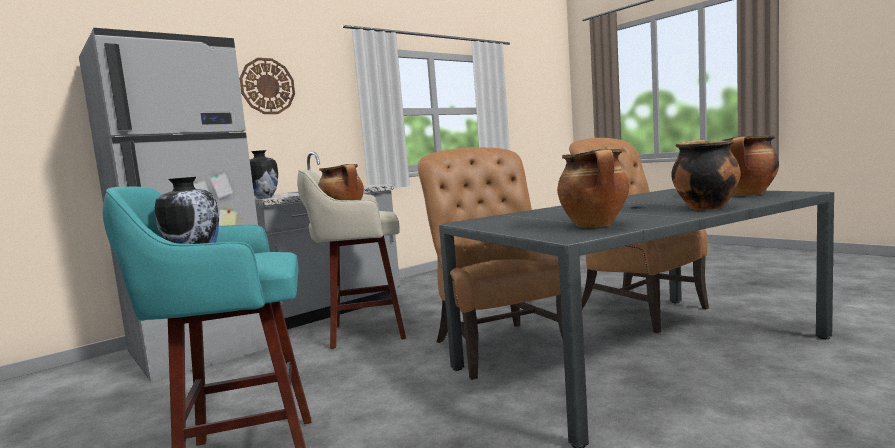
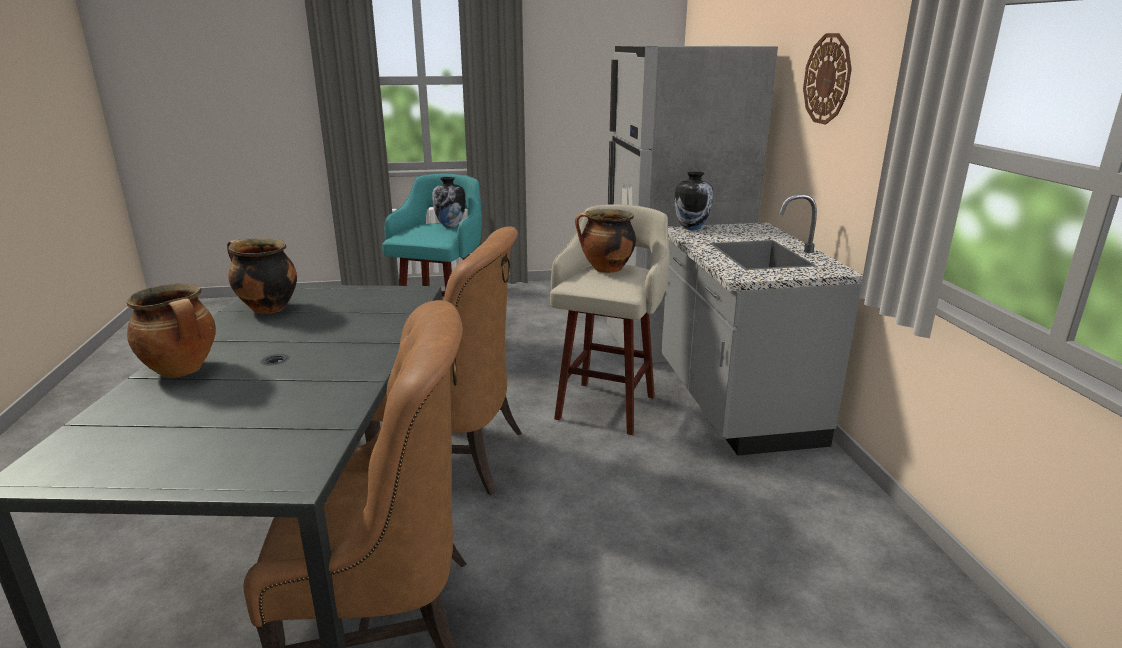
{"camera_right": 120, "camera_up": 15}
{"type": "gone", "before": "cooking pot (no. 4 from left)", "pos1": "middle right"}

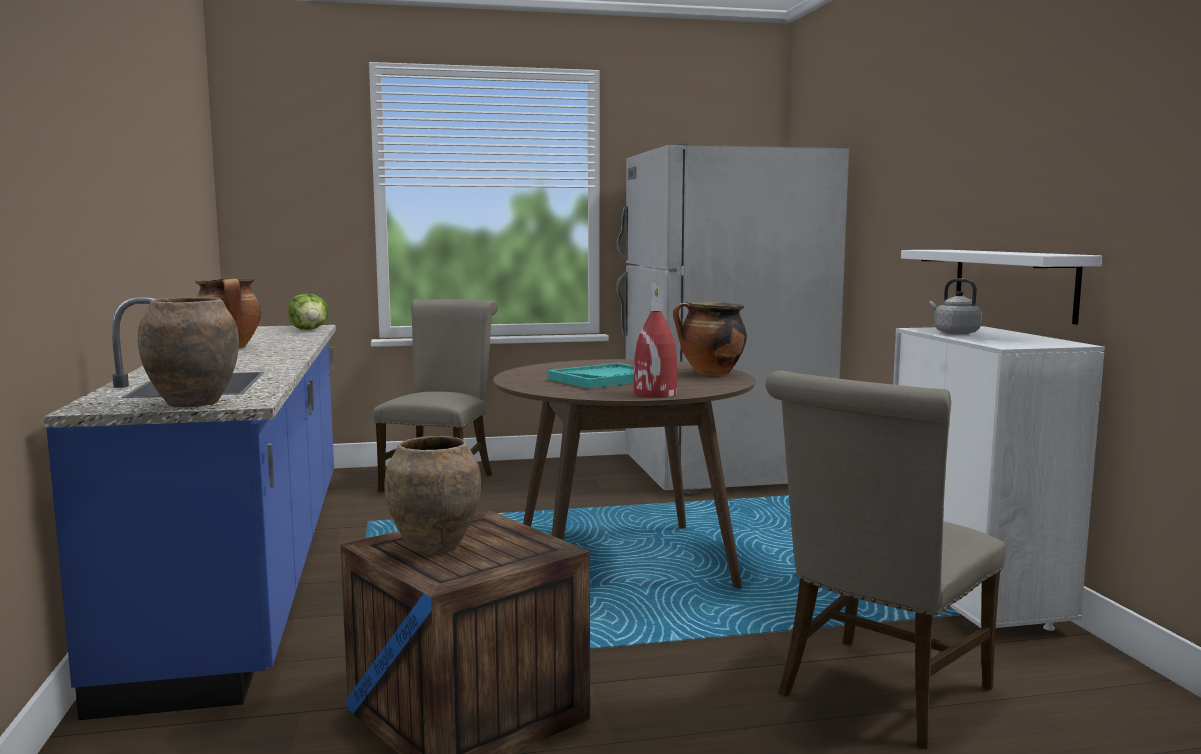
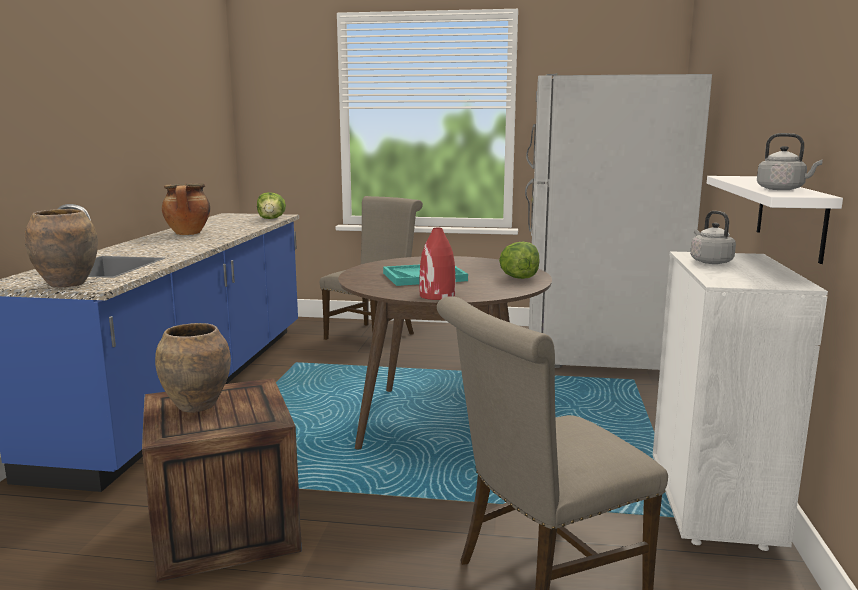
{"camera_right": 20, "camera_up": 5}
{"type": "swapped", "before": "cooking pot (no. 2 from left)", "after": "lettuce (no. 2 from left)", "pos1": "centre", "pos2": "centre"}
{"type": "new", "after": "kettle/grey (no. 2 from left)", "pos2": "top right"}

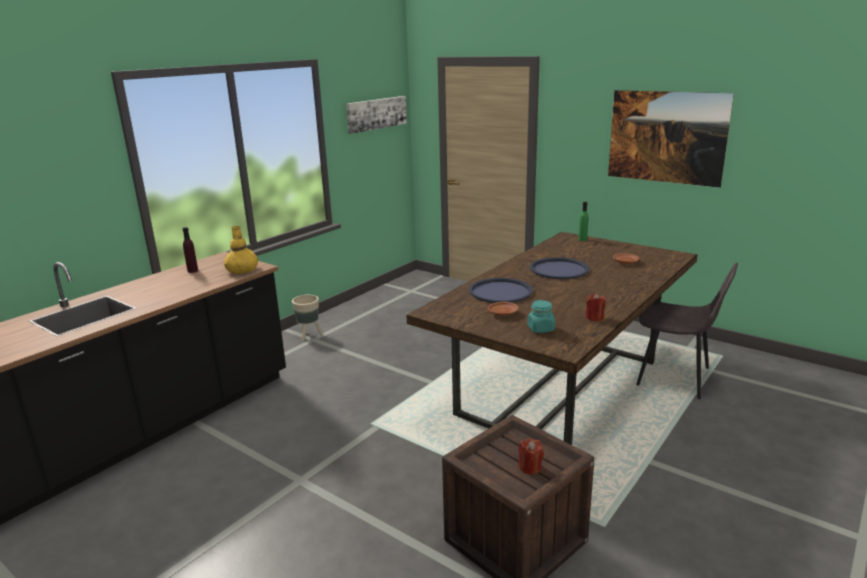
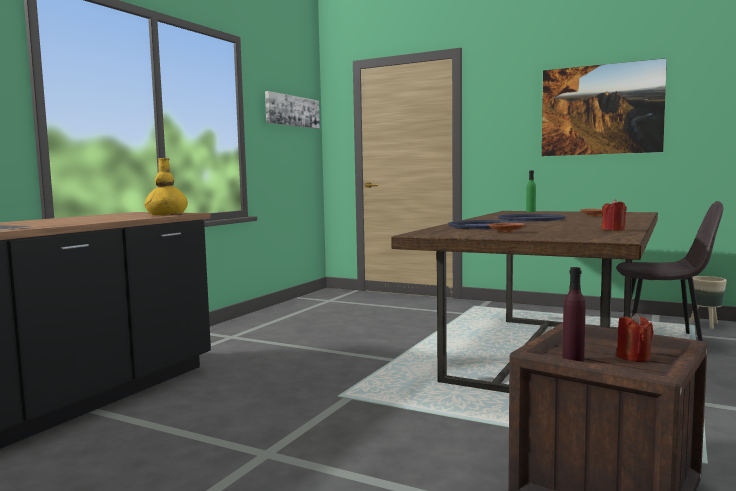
{"camera_right": -10, "camera_up": -15}
{"type": "shifted", "before": "bottle/purple", "pos1": "middle left", "pos2": "middle right"}
{"type": "shifted", "before": "planter/beige", "pos1": "centre", "pos2": "middle right"}
{"type": "gone", "before": "jar/turquoise", "pos1": "centre"}

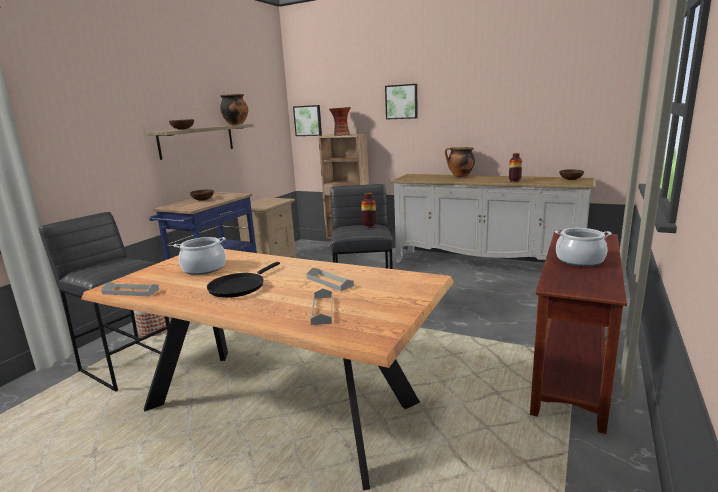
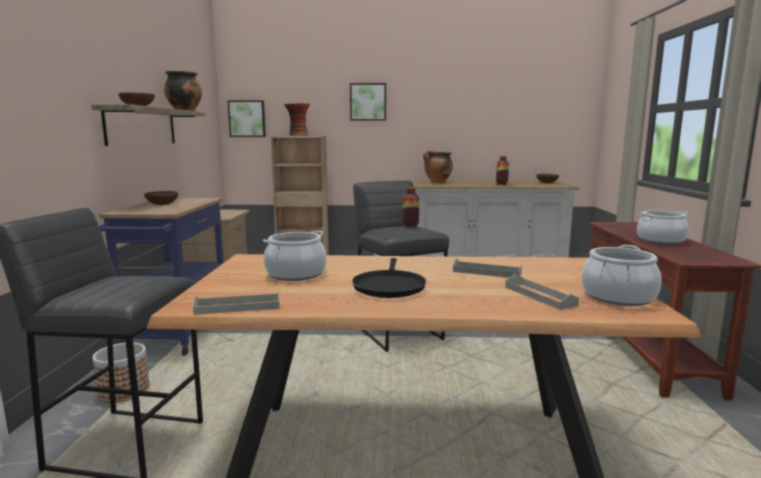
{"camera_right": -25, "camera_up": -5}
{"type": "new", "after": "cooking pot (no. 4 from left)", "pos2": "middle right"}

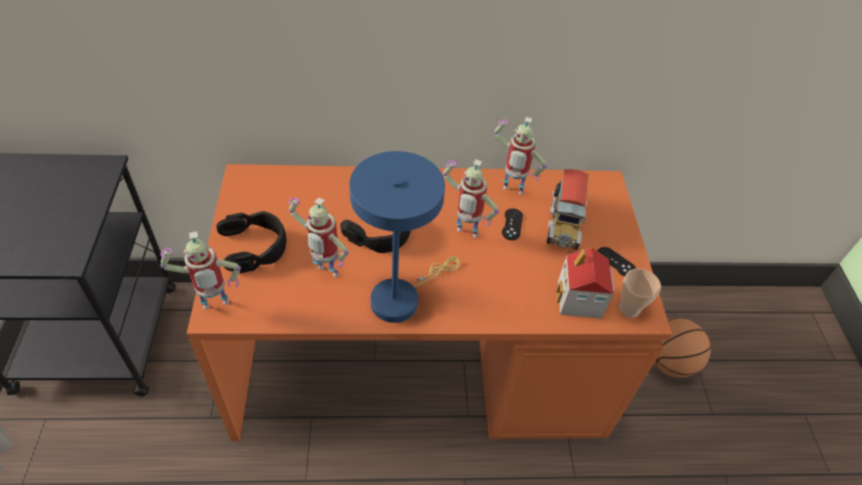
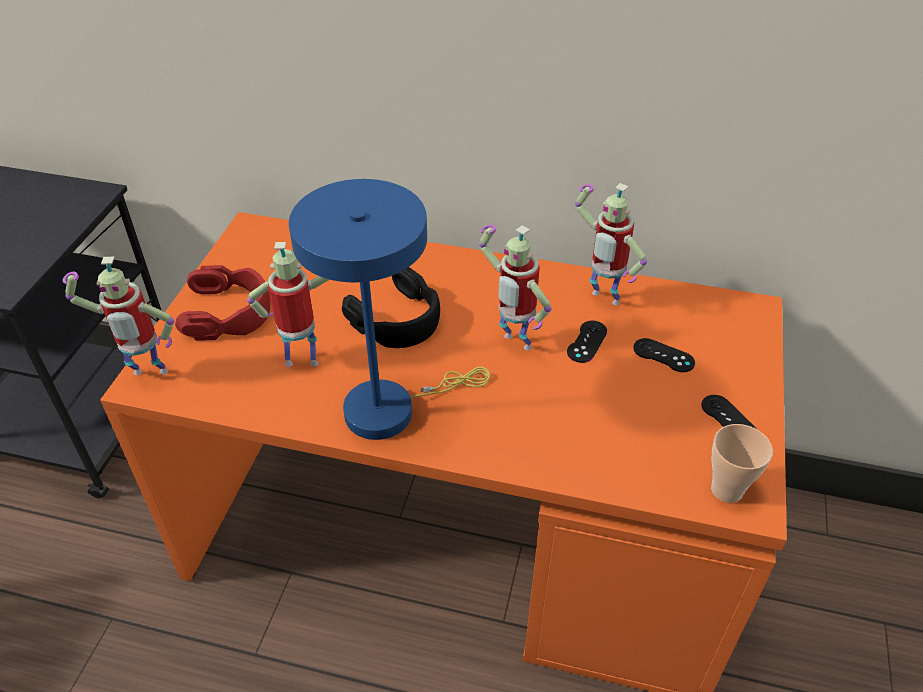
{"camera_right": 20, "camera_up": -5}
{"type": "swapped", "before": "toy truck", "after": "game controller/black (no. 2 from left)", "pos1": "centre", "pos2": "middle right"}
{"type": "rotated", "before": "toy robot (no. 2 from left)", "pos1": "centre", "pos2": "middle left", "turn": 135}
{"type": "repainted", "before": "headphones/black (no. 1 from left)", "after": "headphones/red", "pos1": "middle left", "pos2": "middle left"}
{"type": "gone", "before": "toy house", "pos1": "middle right"}
{"type": "gone", "before": "basketball", "pos1": "bottom right"}

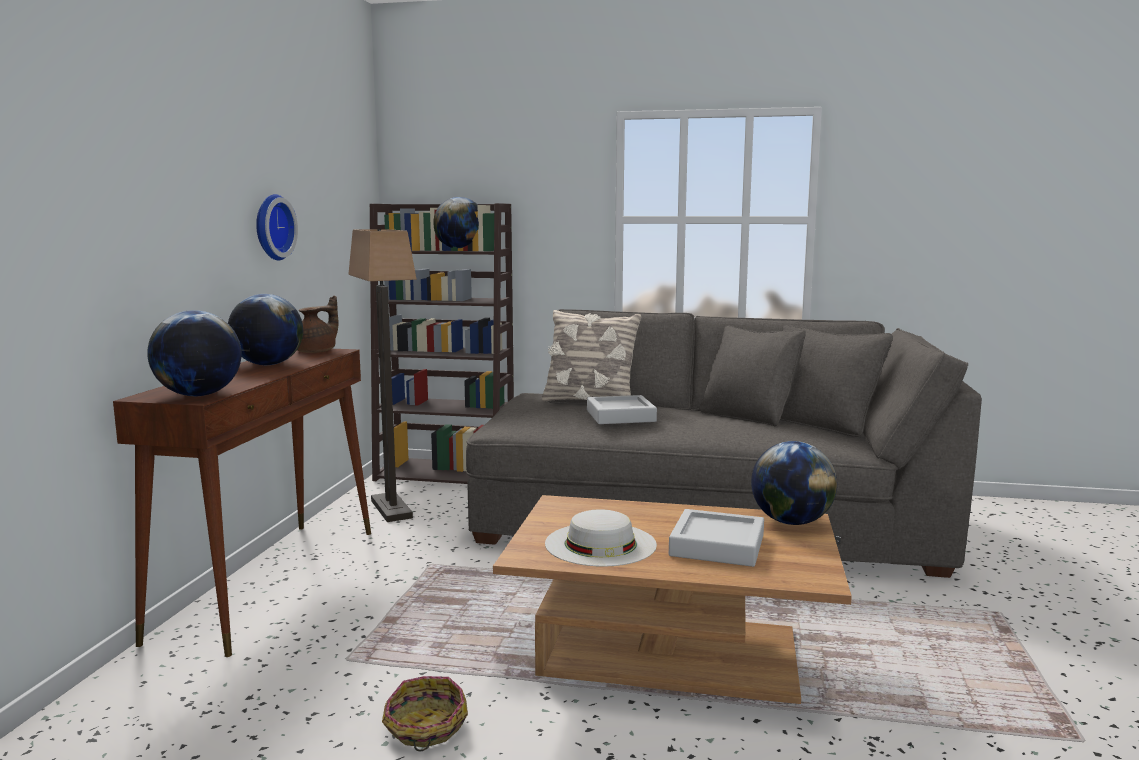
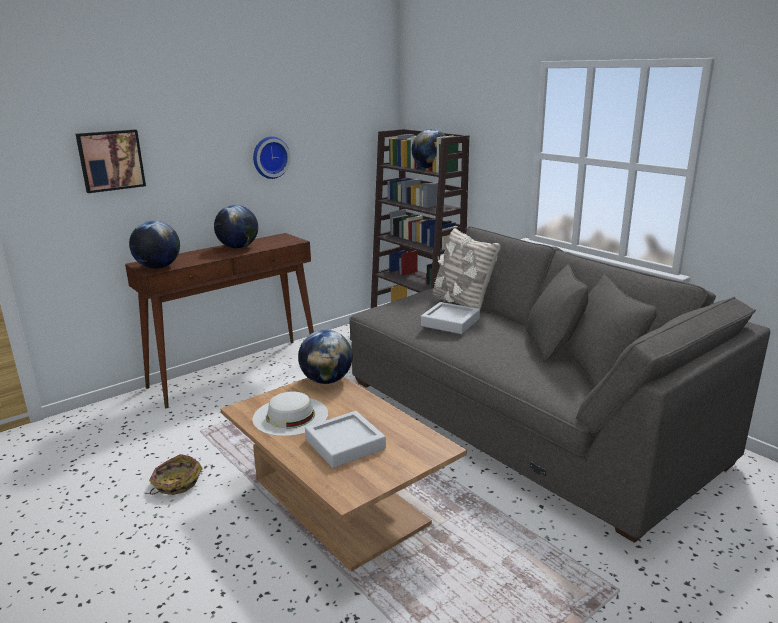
{"camera_right": 40, "camera_up": 10}
{"type": "gone", "before": "floor lamp", "pos1": "centre"}
{"type": "gone", "before": "teapot/brown", "pos1": "middle left"}
{"type": "shifted", "before": "globe (no. 4 from left in the first image)", "after": "globe (no. 3 from left)", "pos1": "middle right", "pos2": "centre"}
{"type": "new", "after": "picture", "pos2": "top left"}

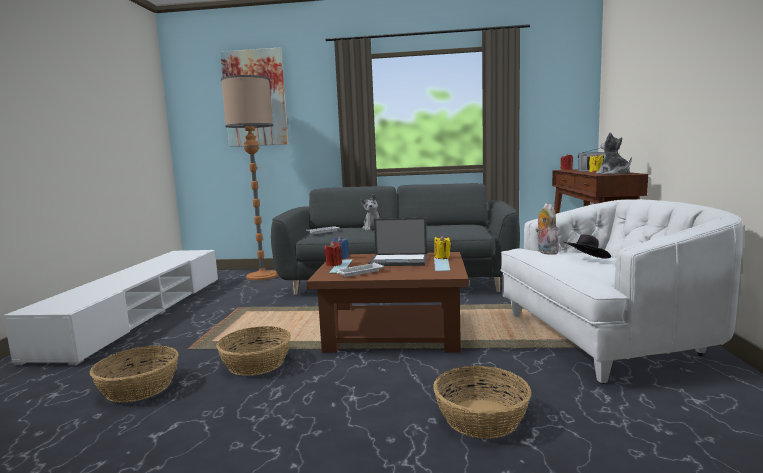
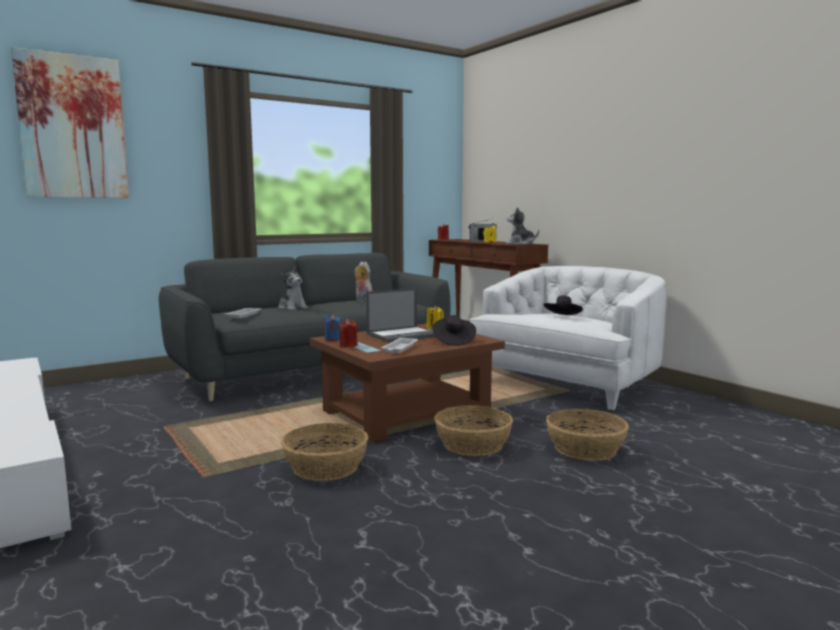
{"camera_right": -40, "camera_up": 0}
{"type": "gone", "before": "floor lamp", "pos1": "middle left"}
{"type": "shifted", "before": "plush toy (no. 2 from left)", "pos1": "middle right", "pos2": "centre"}
{"type": "shifted", "before": "basket (no. 1 from left in the first image)", "after": "basket (no. 2 from left)", "pos1": "bottom left", "pos2": "bottom centre"}
{"type": "new", "after": "hat/black (no. 1 from left)", "pos2": "centre"}

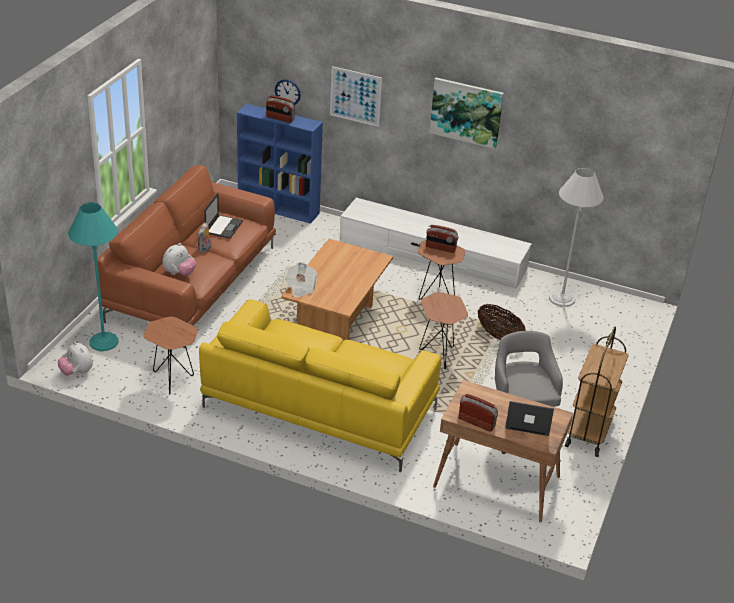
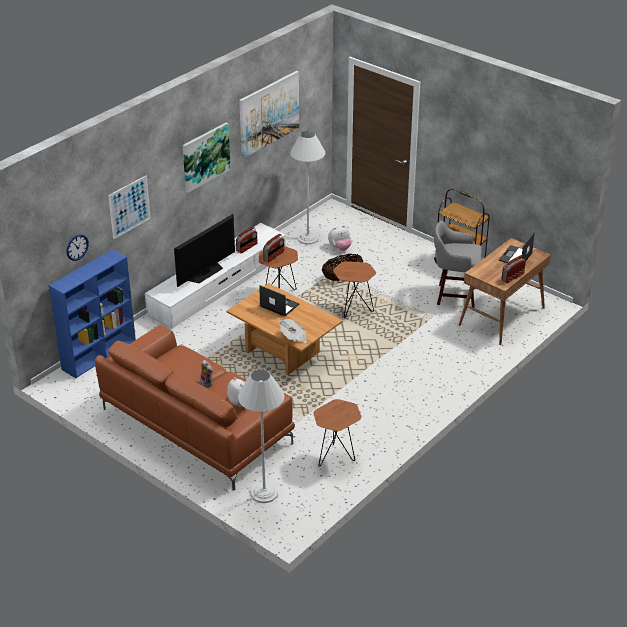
{"camera_right": -70, "camera_up": 0}
{"type": "shifted", "before": "radio (no. 1 from left)", "pos1": "top centre", "pos2": "centre"}
{"type": "shifted", "before": "laptop (no. 1 from left)", "pos1": "middle left", "pos2": "centre"}
{"type": "repainted", "before": "floor lamp/turquoise", "after": "floor lamp/white (no. 1 from left)", "pos1": "middle left", "pos2": "bottom centre"}
{"type": "gone", "before": "sofa/yellow", "pos1": "centre"}
{"type": "shifted", "before": "plush toy (no. 1 from left in the first image)", "after": "plush toy (no. 3 from left)", "pos1": "middle left", "pos2": "centre"}
{"type": "new", "after": "picture (no. 3 from left)", "pos2": "top centre"}
{"type": "new", "after": "television", "pos2": "middle left"}

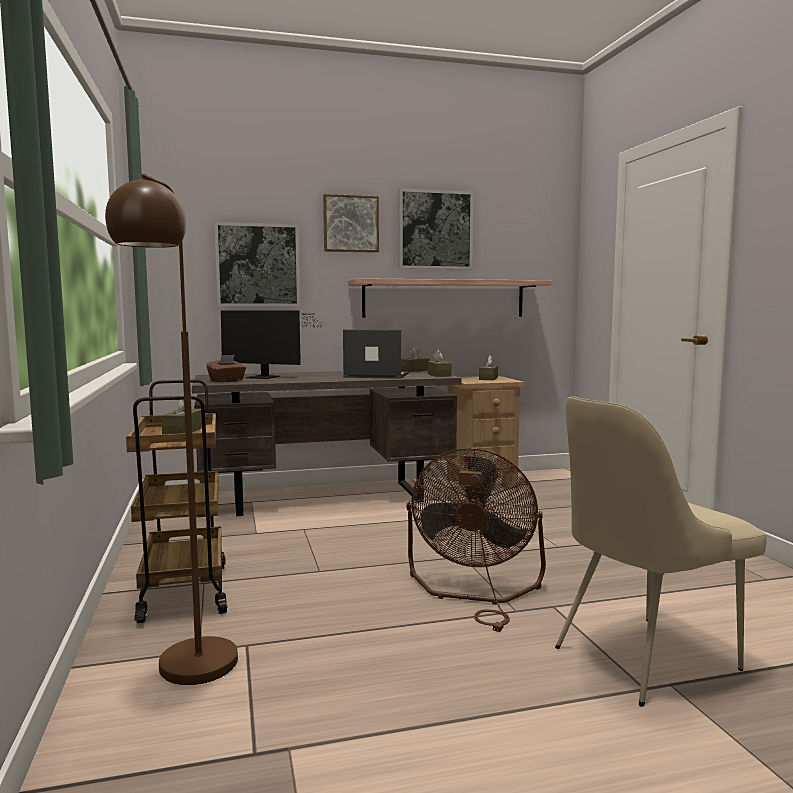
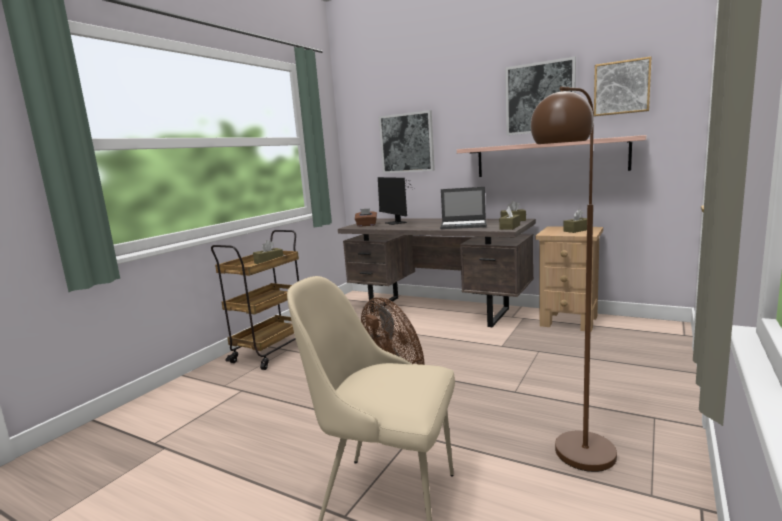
{"camera_right": 45, "camera_up": 5}
{"type": "shifted", "before": "floor lamp/brown", "pos1": "middle left", "pos2": "middle right"}
{"type": "shifted", "before": "picture (no. 2 from left in the first image)", "after": "picture (no. 3 from left)", "pos1": "top centre", "pos2": "top right"}
{"type": "rotated", "before": "laptop", "pos1": "centre", "pos2": "centre", "turn": 135}

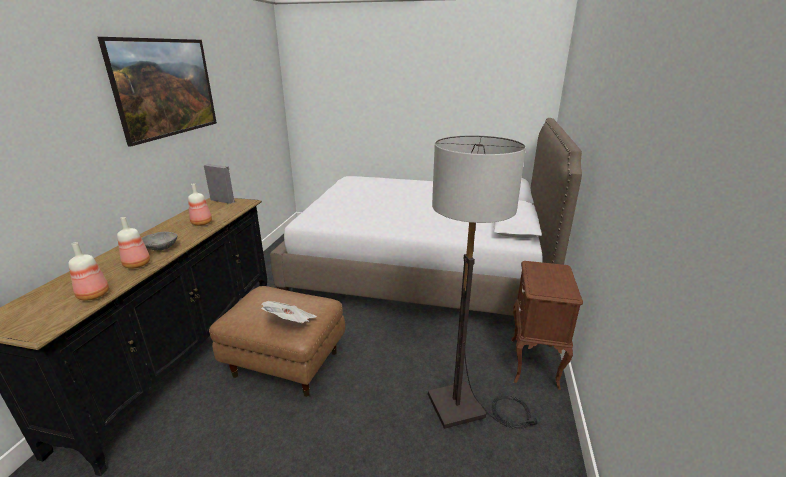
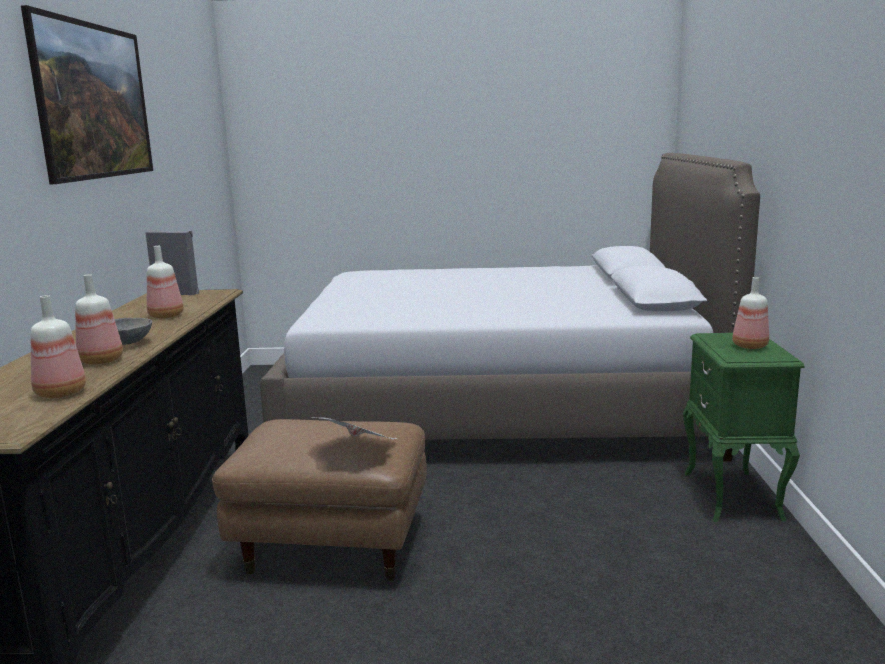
{"camera_right": -10, "camera_up": -10}
{"type": "gone", "before": "floor lamp", "pos1": "centre"}
{"type": "repainted", "before": "nightstand/brown", "after": "nightstand/green", "pos1": "bottom right", "pos2": "middle right"}
{"type": "new", "after": "bottle (no. 4 from left)", "pos2": "middle right"}

